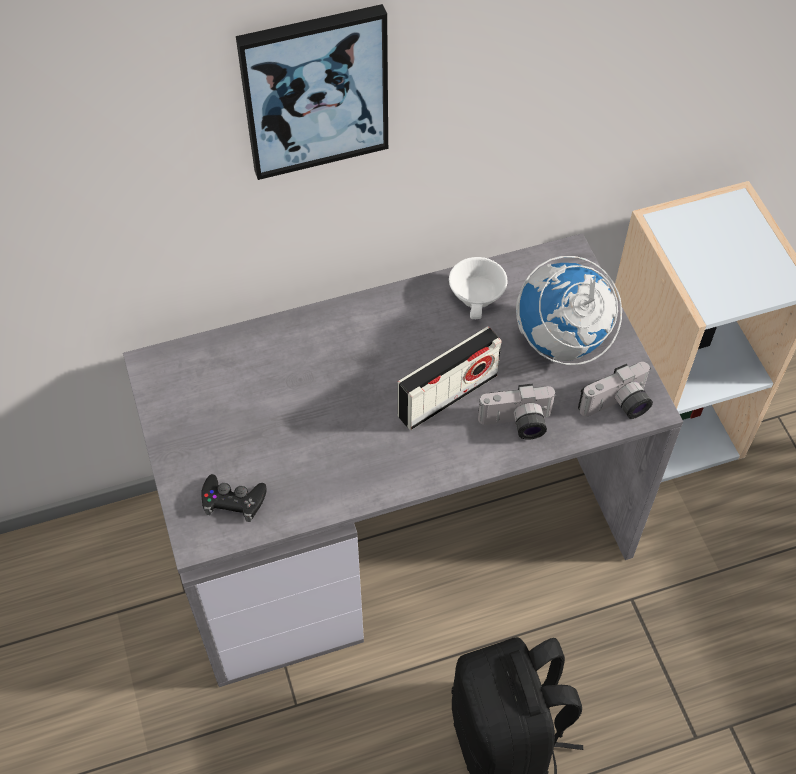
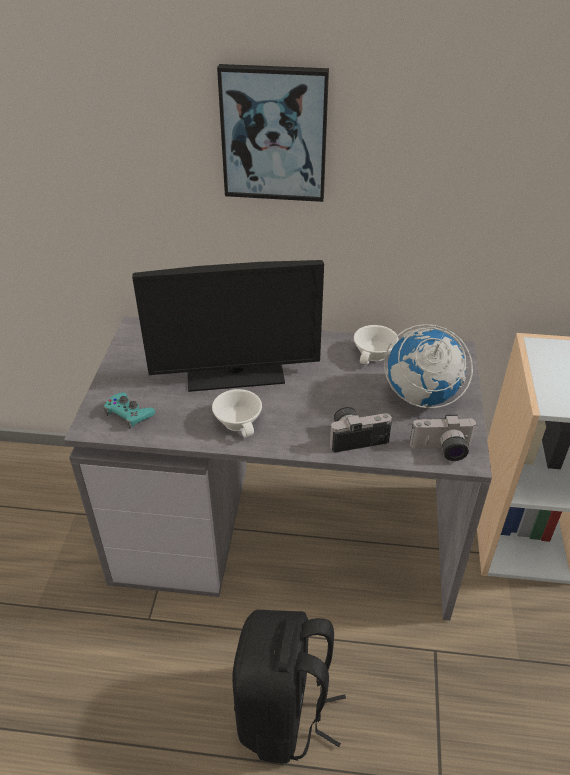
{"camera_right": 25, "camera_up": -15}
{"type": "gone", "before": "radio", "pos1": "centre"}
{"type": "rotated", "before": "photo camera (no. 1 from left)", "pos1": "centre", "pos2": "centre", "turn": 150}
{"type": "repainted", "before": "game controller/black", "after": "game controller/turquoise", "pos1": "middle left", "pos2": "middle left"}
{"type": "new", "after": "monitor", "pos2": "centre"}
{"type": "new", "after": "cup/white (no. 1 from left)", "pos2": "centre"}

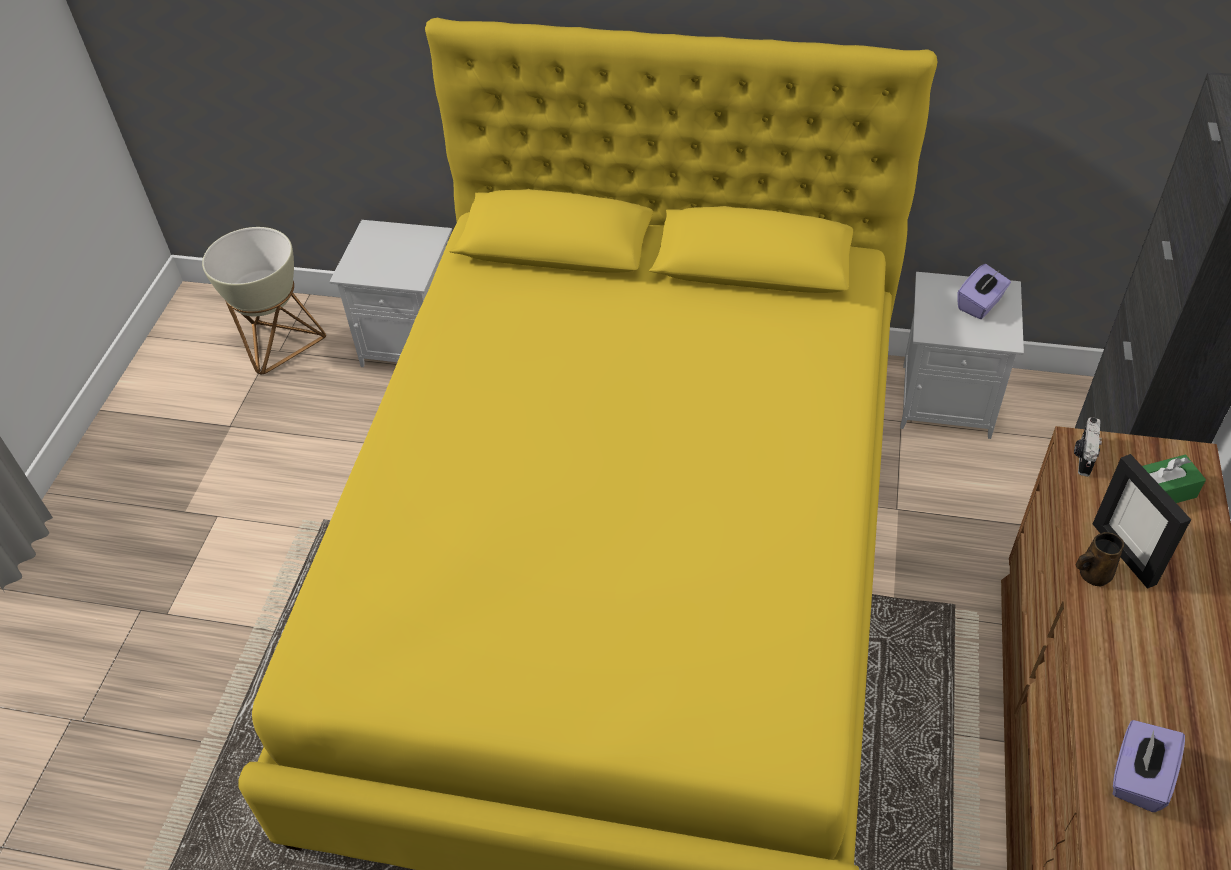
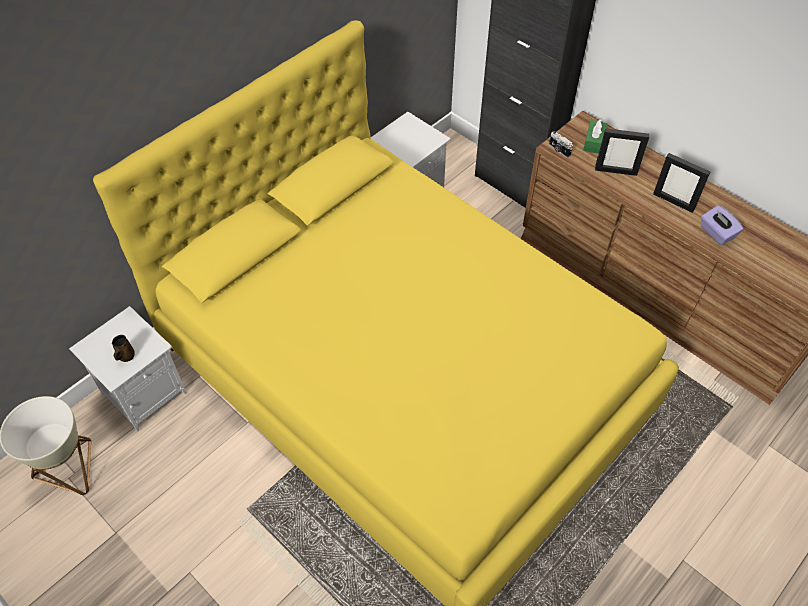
{"camera_right": -60, "camera_up": 5}
{"type": "gone", "before": "tissue box/purple (no. 1 from left)", "pos1": "middle right"}
{"type": "shifted", "before": "mug/brown", "pos1": "middle right", "pos2": "middle left"}
{"type": "new", "after": "picture frame (no. 2 from left)", "pos2": "top right"}

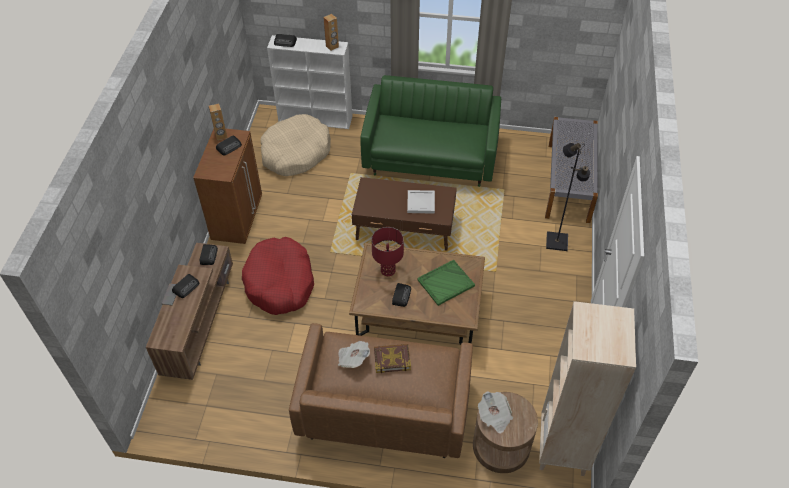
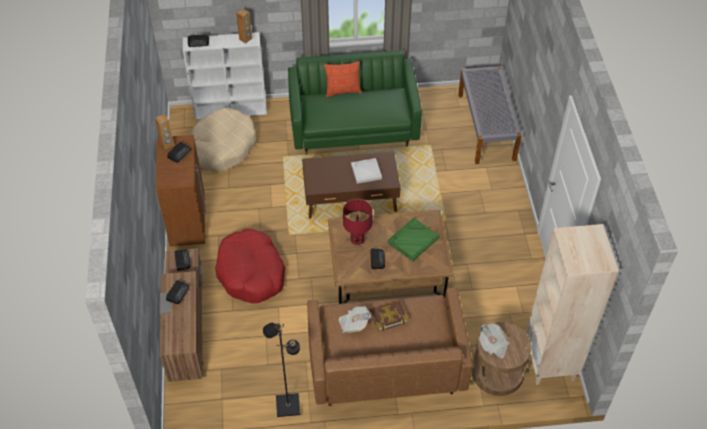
{"camera_right": -15, "camera_up": 0}
{"type": "shifted", "before": "floor lamp/black", "pos1": "middle right", "pos2": "bottom centre"}
{"type": "new", "after": "pillow/orange", "pos2": "top centre"}

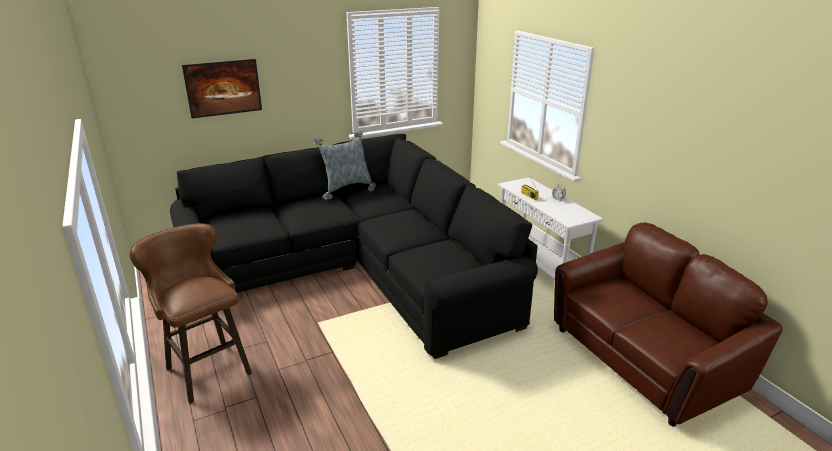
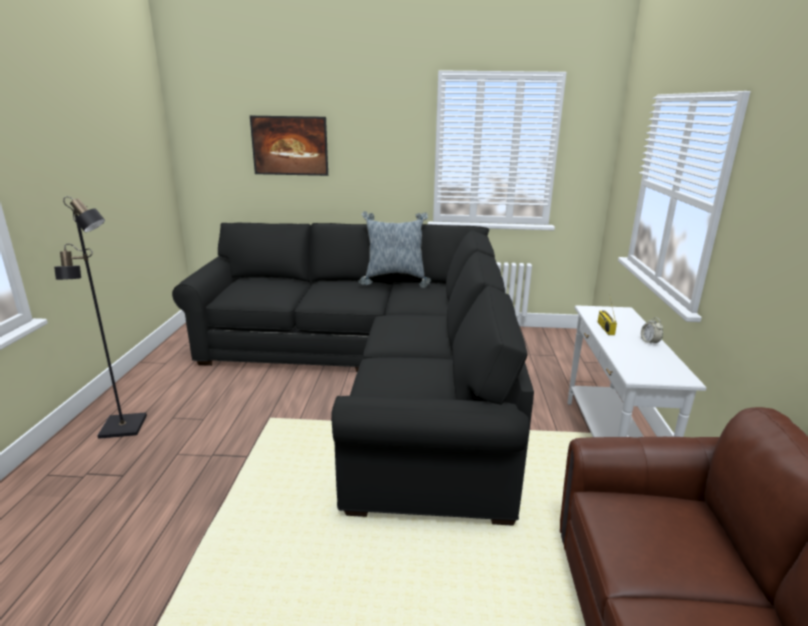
{"camera_right": 30, "camera_up": -5}
{"type": "swapped", "before": "stool/brown", "after": "floor lamp/black", "pos1": "bottom left", "pos2": "middle left"}

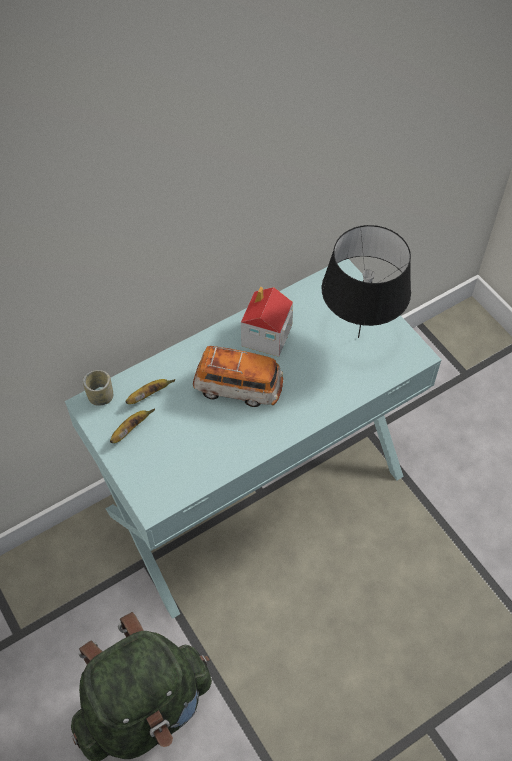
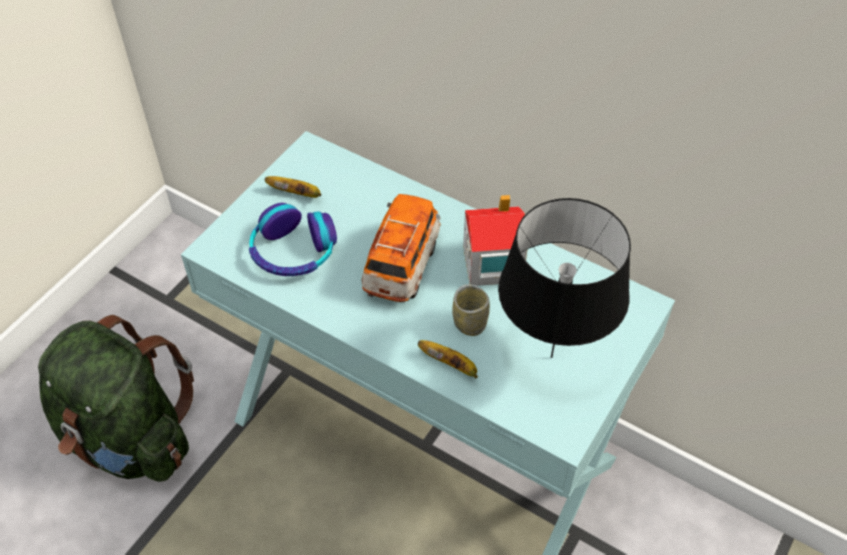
{"camera_right": 65, "camera_up": -5}
{"type": "rotated", "before": "toy car", "pos1": "centre", "pos2": "centre", "turn": -150}
{"type": "shifted", "before": "cup", "pos1": "middle left", "pos2": "centre"}
{"type": "shifted", "before": "banana (no. 2 from left)", "pos1": "middle left", "pos2": "centre"}
{"type": "new", "after": "headphones", "pos2": "centre"}

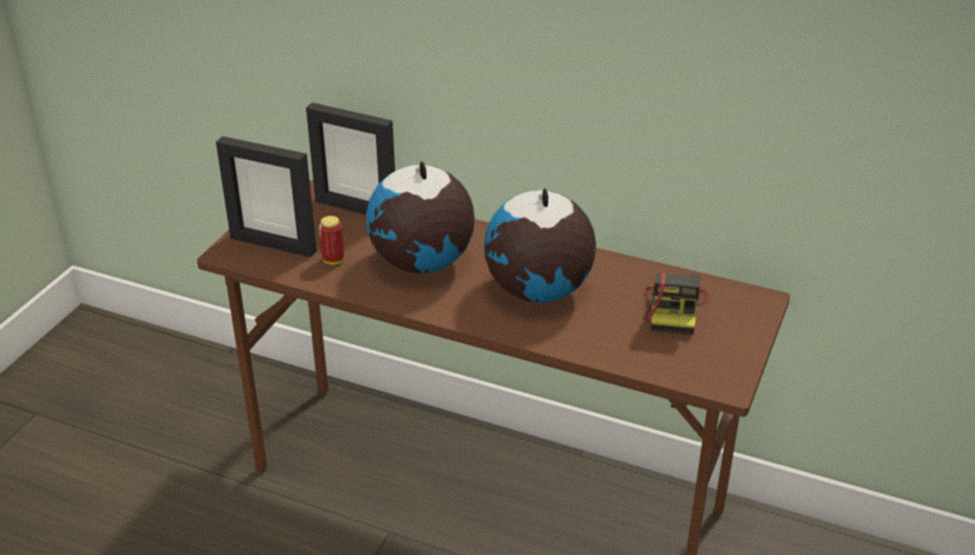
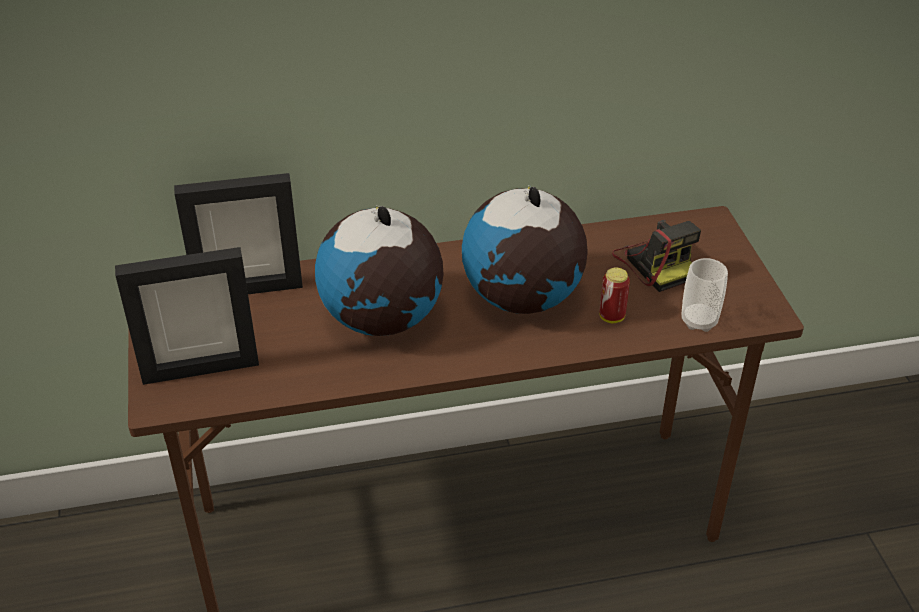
{"camera_right": -35, "camera_up": 5}
{"type": "shifted", "before": "can", "pos1": "centre", "pos2": "middle right"}
{"type": "new", "after": "cup", "pos2": "middle right"}

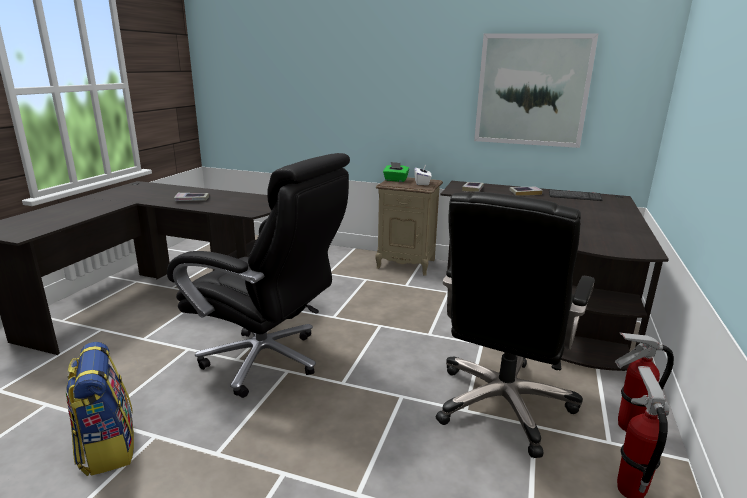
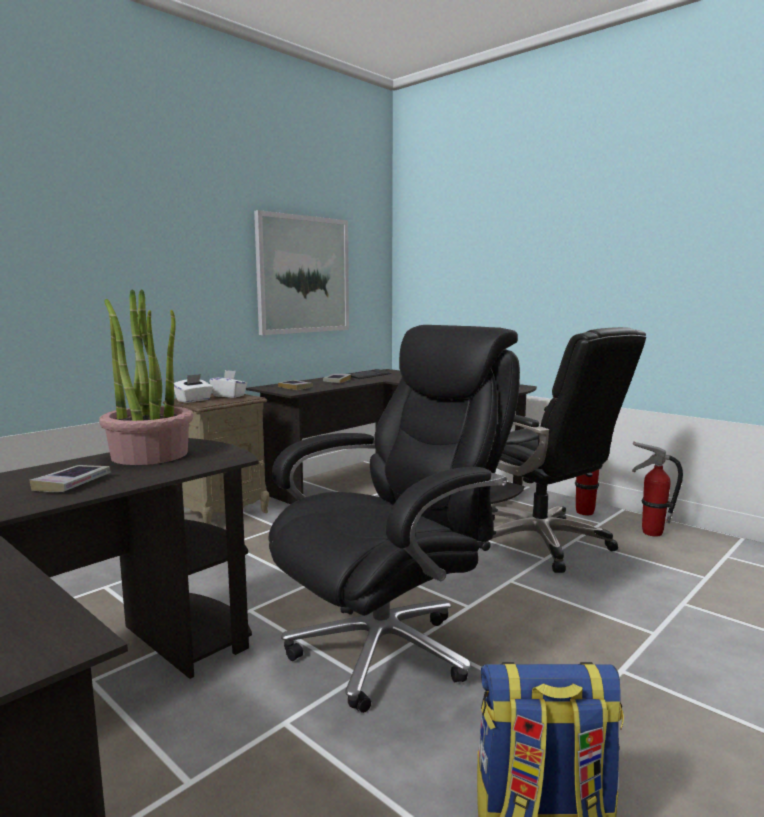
{"camera_right": -65, "camera_up": -10}
{"type": "repainted", "before": "tissue box/green", "after": "tissue box/white (no. 1 from left)", "pos1": "centre", "pos2": "middle left"}
{"type": "new", "after": "potted plant", "pos2": "middle left"}

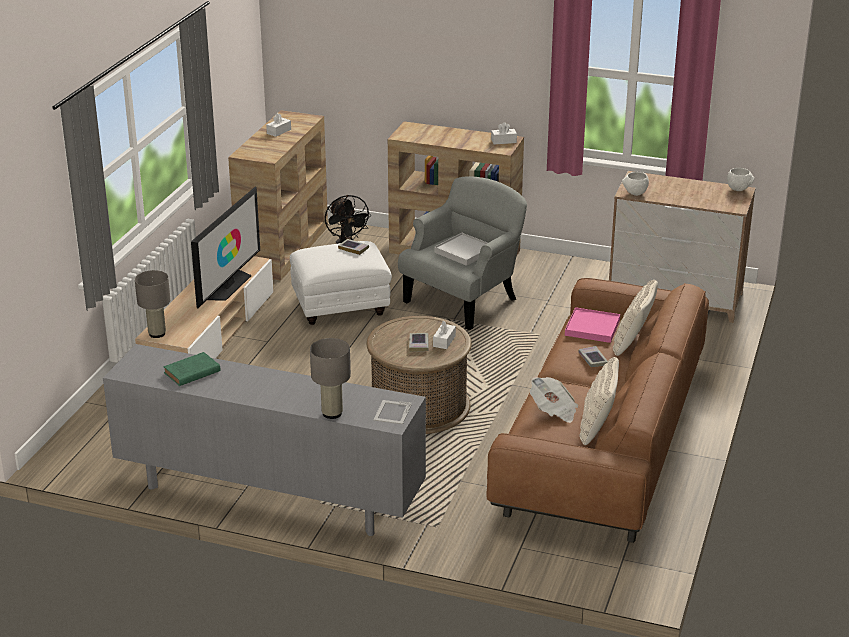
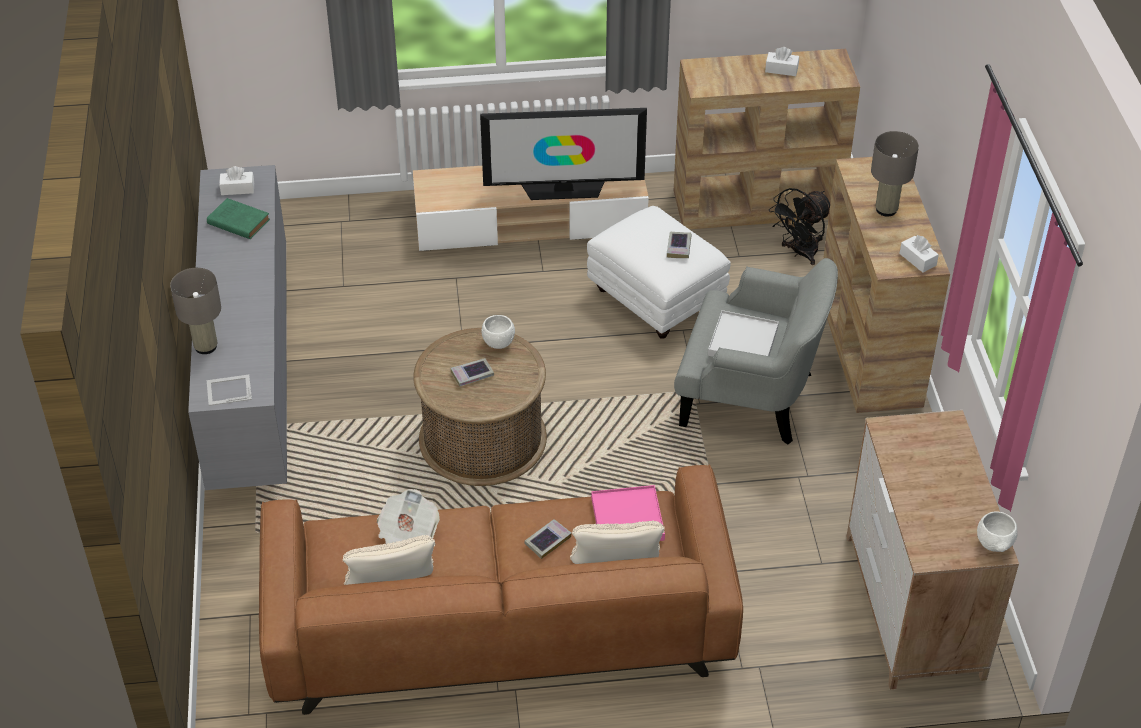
{"camera_right": 65, "camera_up": 15}
{"type": "shifted", "before": "bowl/white (no. 1 from left)", "pos1": "top right", "pos2": "centre"}
{"type": "shifted", "before": "table lamp/grey (no. 1 from left in the first image)", "after": "table lamp/grey (no. 2 from left)", "pos1": "middle left", "pos2": "top right"}
{"type": "shifted", "before": "tissue box/white (no. 2 from left in the first image)", "after": "tissue box/white (no. 1 from left)", "pos1": "centre", "pos2": "top left"}

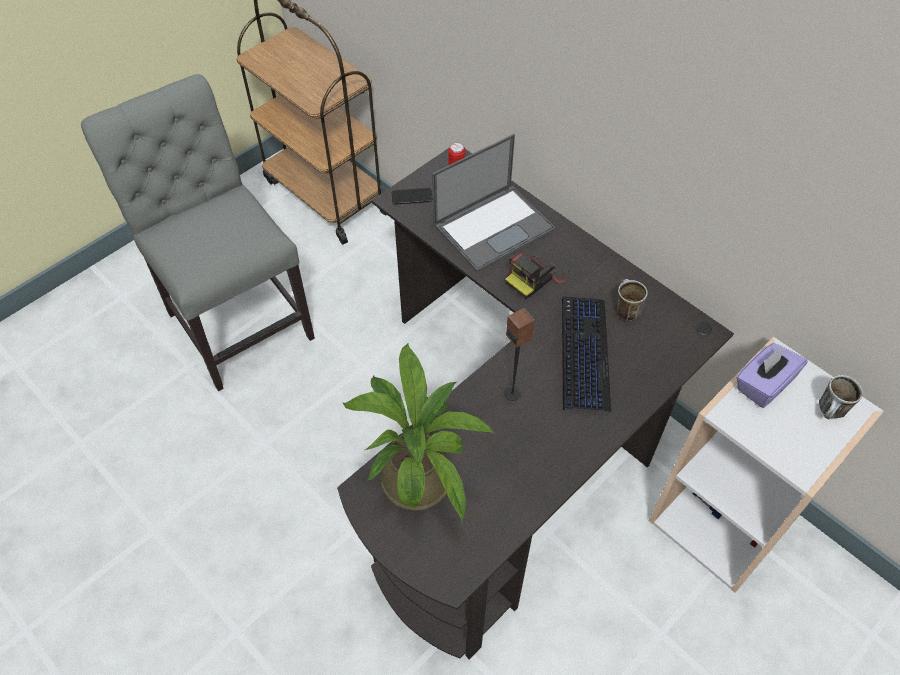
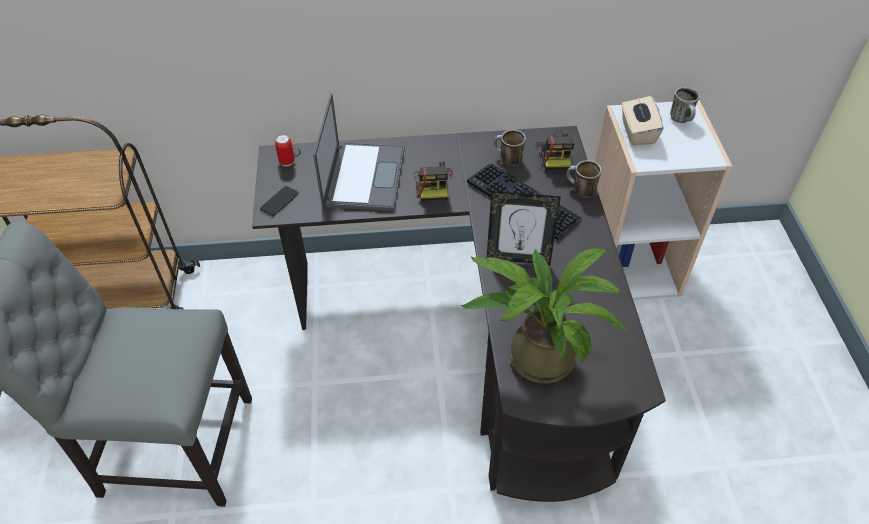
{"camera_right": -50, "camera_up": -5}
{"type": "swapped", "before": "speaker", "after": "picture frame", "pos1": "centre", "pos2": "centre"}
{"type": "repainted", "before": "tissue box/purple", "after": "tissue box/beige", "pos1": "middle right", "pos2": "top right"}
{"type": "new", "after": "photo camera (no. 2 from left)", "pos2": "top centre"}
{"type": "new", "after": "mug (no. 2 from left)", "pos2": "middle right"}

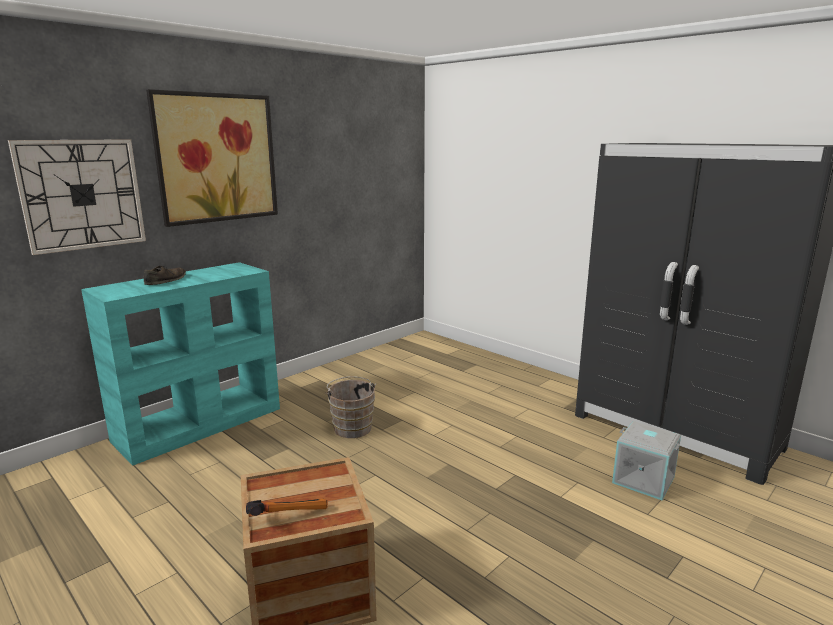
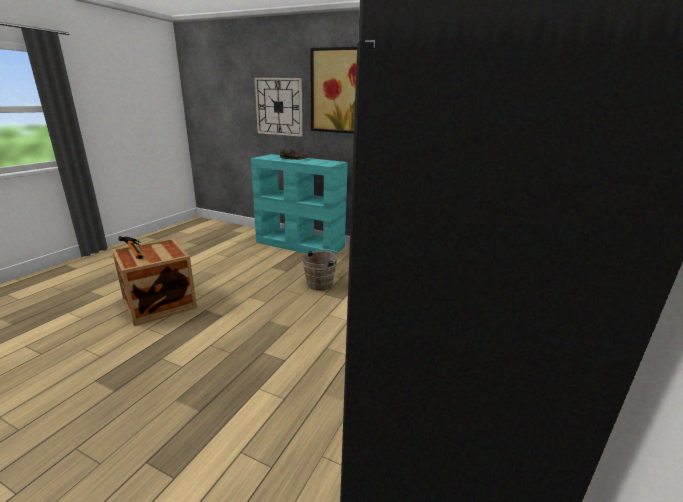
{"camera_right": 70, "camera_up": 5}
{"type": "gone", "before": "storage box/grey", "pos1": "bottom right"}

